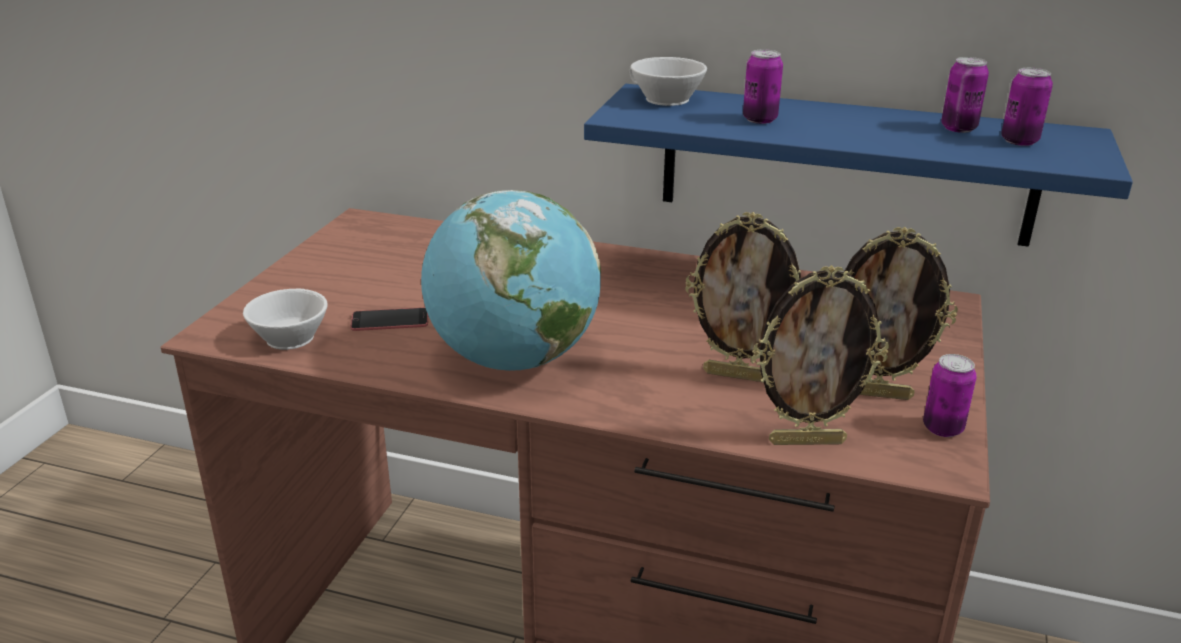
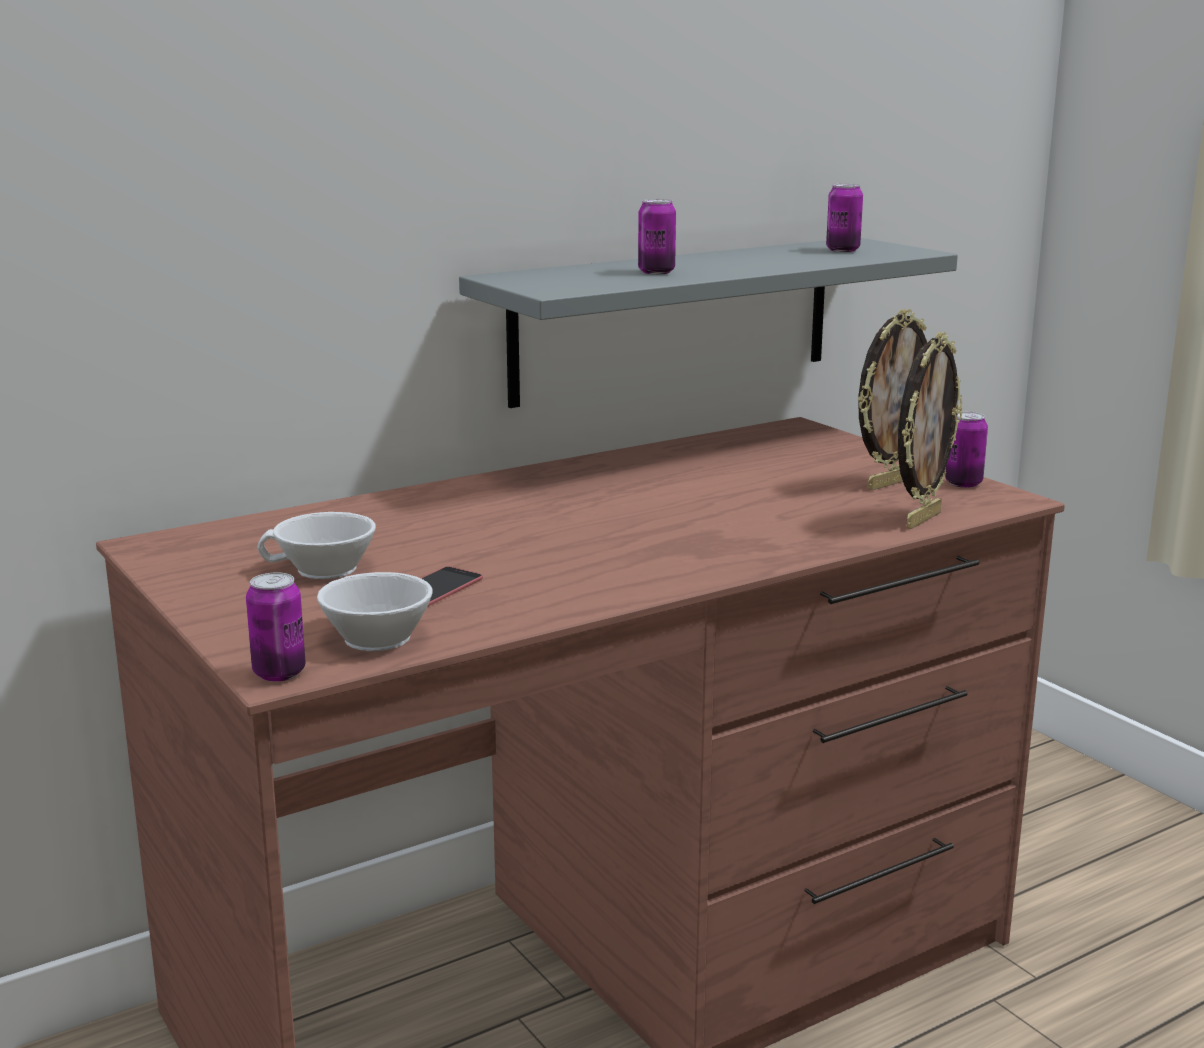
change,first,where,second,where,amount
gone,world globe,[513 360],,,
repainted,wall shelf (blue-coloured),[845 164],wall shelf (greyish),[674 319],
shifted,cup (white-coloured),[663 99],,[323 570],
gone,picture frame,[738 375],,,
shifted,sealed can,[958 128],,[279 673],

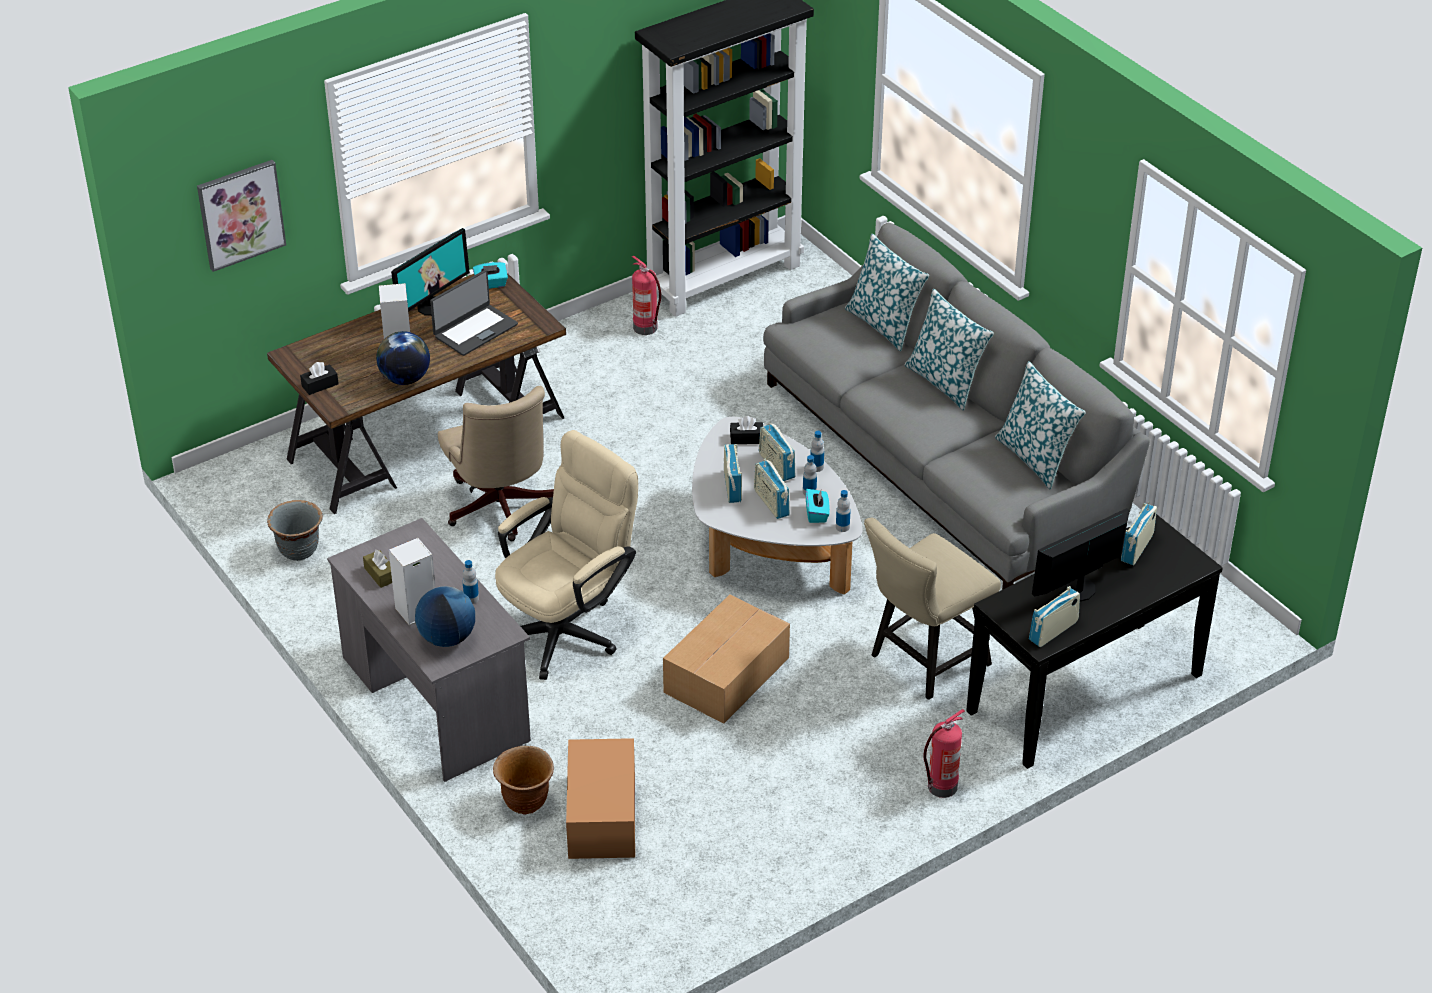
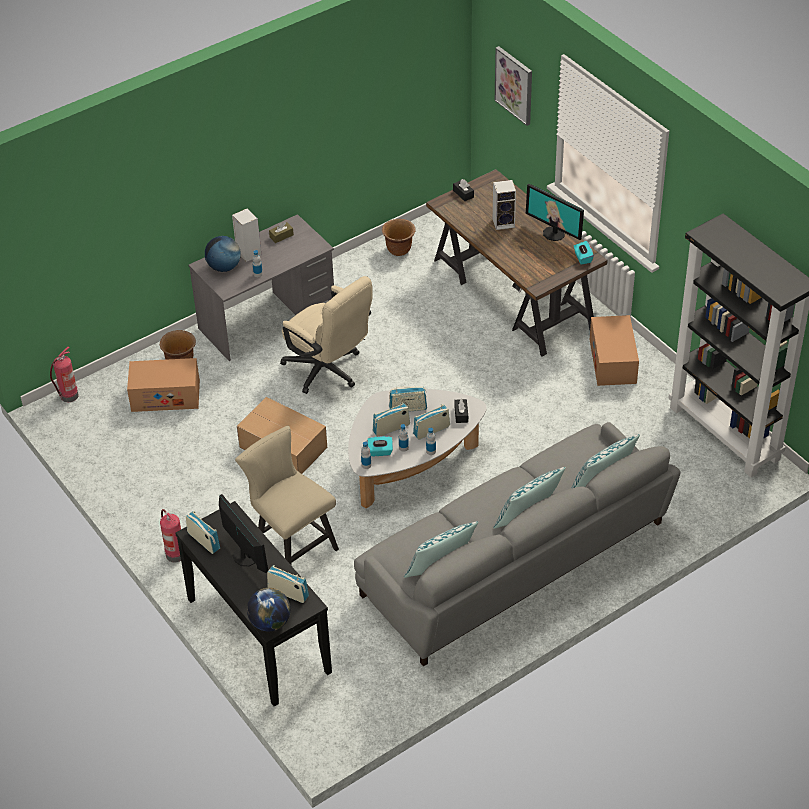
change,first,where,second,where,amount
repainted,planter (greyish),[299 550],planter (brownish),[399 250],
shifted,world globe,[405 379],,[270 622],
gone,laptop,[475 330],,,
gone,computer chair (beige-coloured),[501 511],,,
shifted,fire-fighting cylinder,[646 328],,[68 396],
new,,,packing box,[612 361],

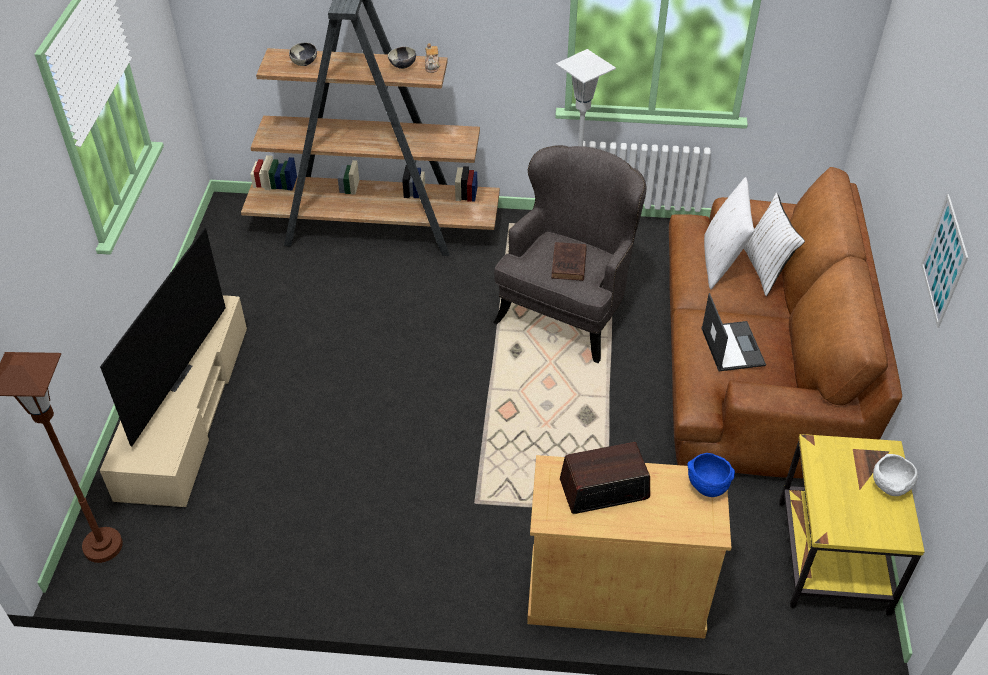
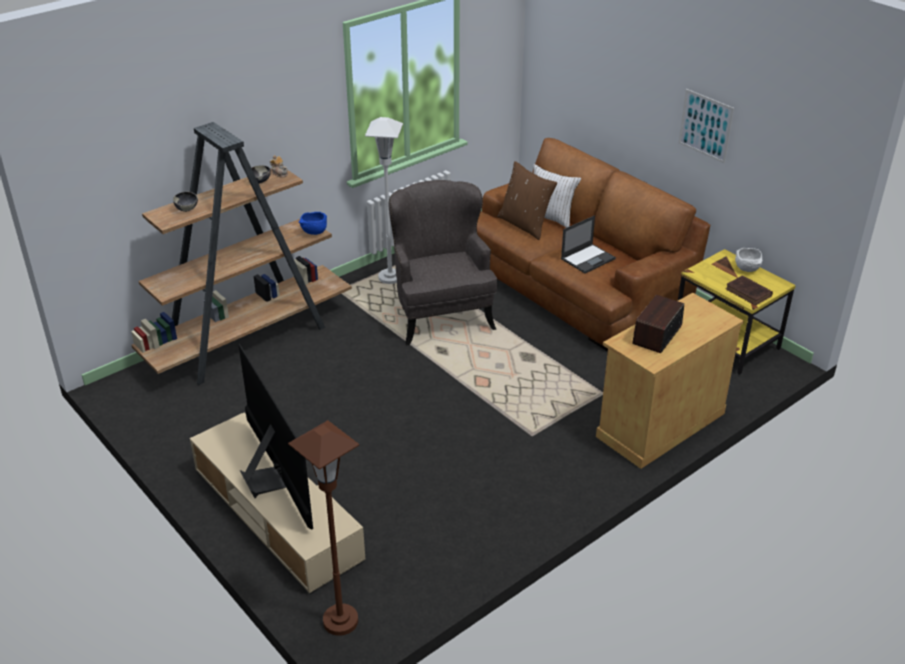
change,first,where,second,where,amount
shifted,book (brownish),[568 265],,[749 293],
shifted,bowl (blue-coloured),[706 486],,[314 232],
rotated,laptop,[732 346],,[588 258],105 degrees clockwise
repainted,pillow (white-coloured),[721 262],pillow (brownish),[525 225],

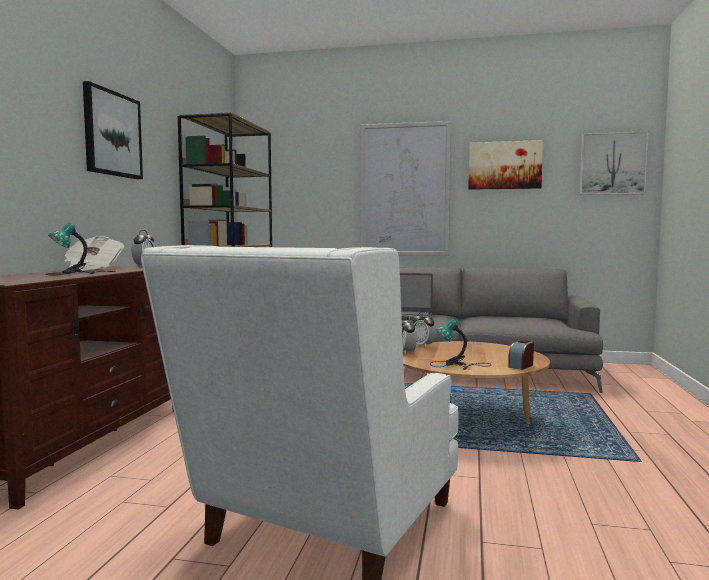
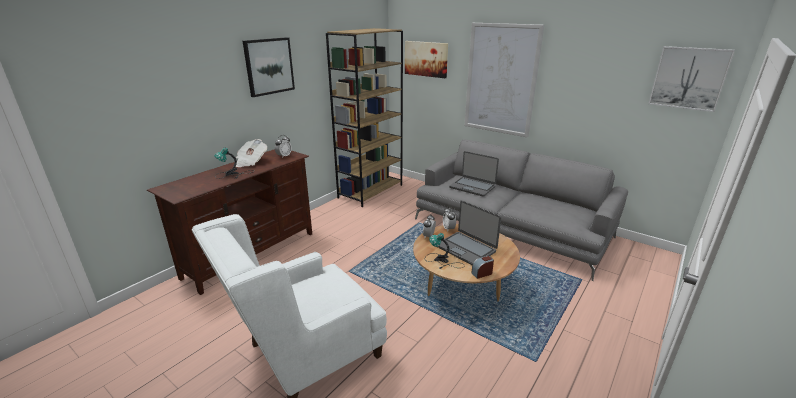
change,first,where,second,where,amount
shifted,wall art,[504 165],,[426 59],
new,,,laptop,[466 248],

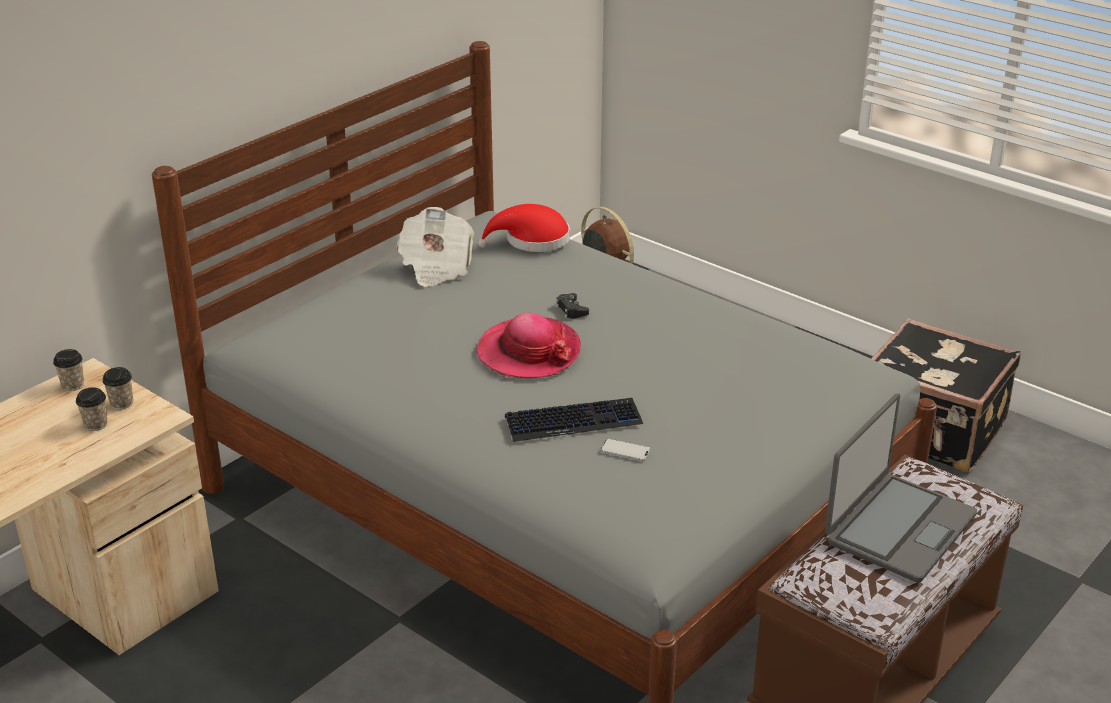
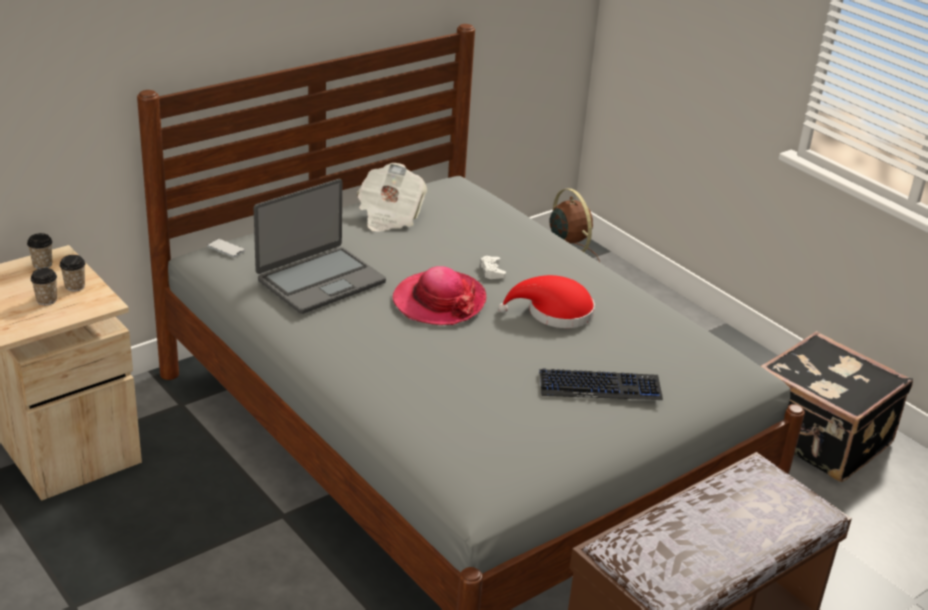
change,first,where,second,where,amount
shifted,clothing hat (reddish),[532 240],,[554 313],
shifted,keyboard,[573 421],,[600 387],
repainted,gamepad (black-coloured),[571 310],gamepad (white-coloured),[492 271],
shifted,handset,[625 451],,[226 249],
shifted,laptop,[898 528],,[320 281],

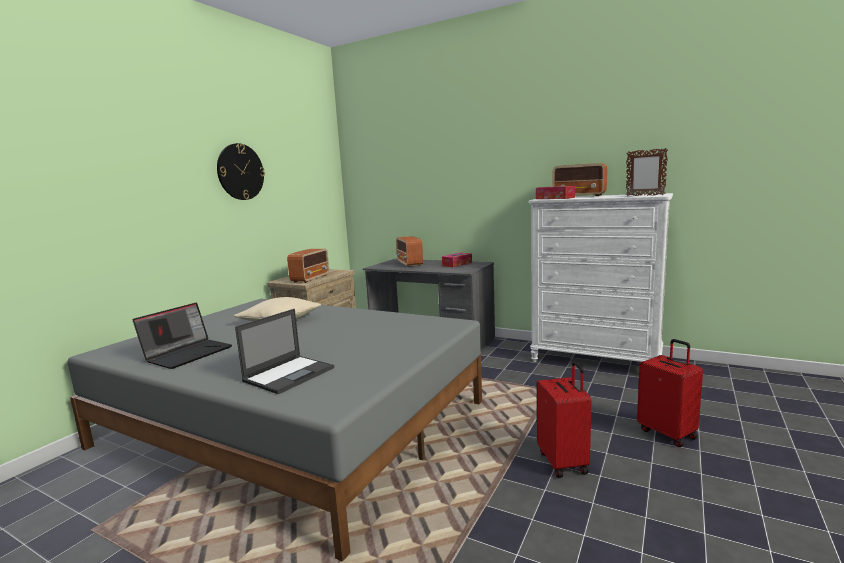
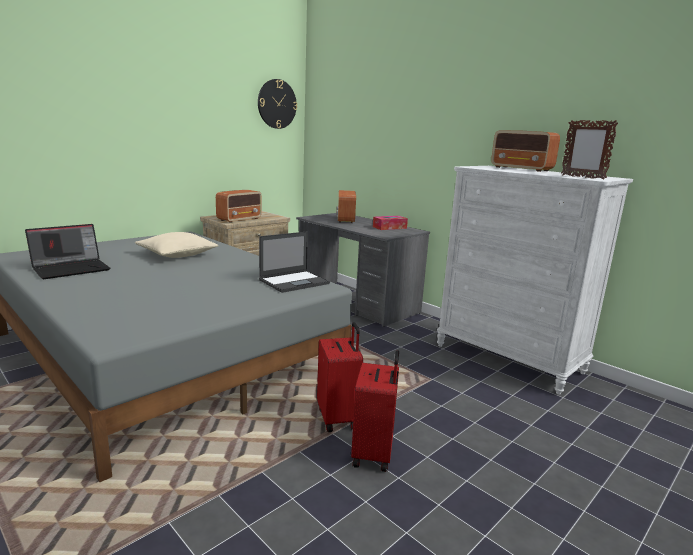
change,first,where,second,where,amount
shifted,hanging clock,[240 172],,[277 104],
shifted,laptop,[290 374],,[295 281],
gone,tissue holder,[555 198],,,
shifted,suitcase (reddish),[668 433],,[338 418],

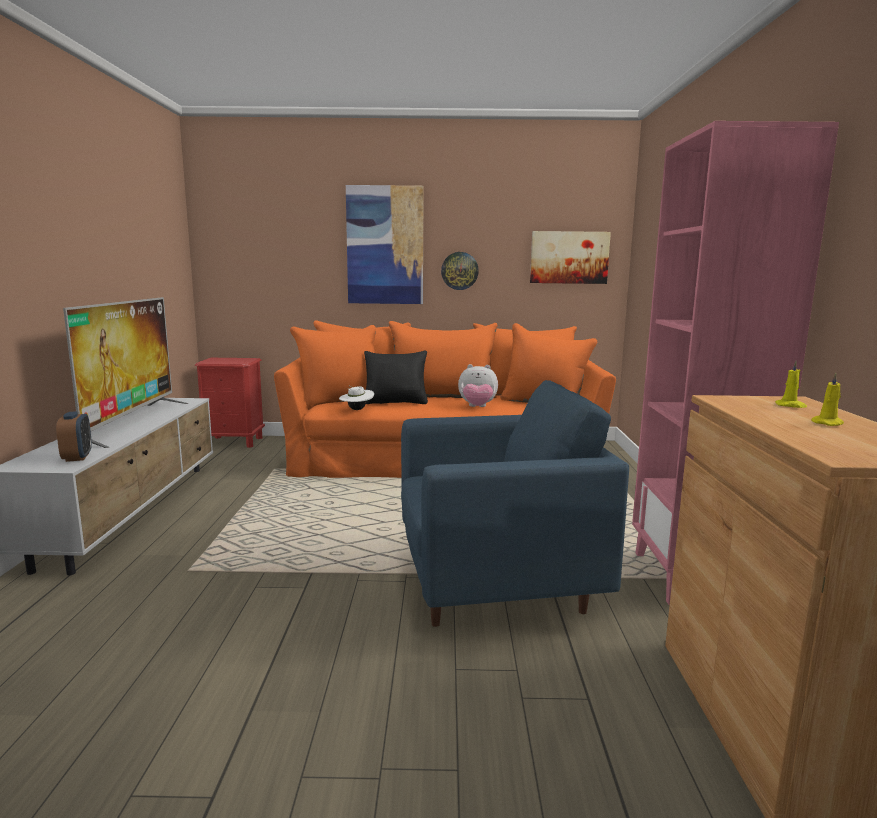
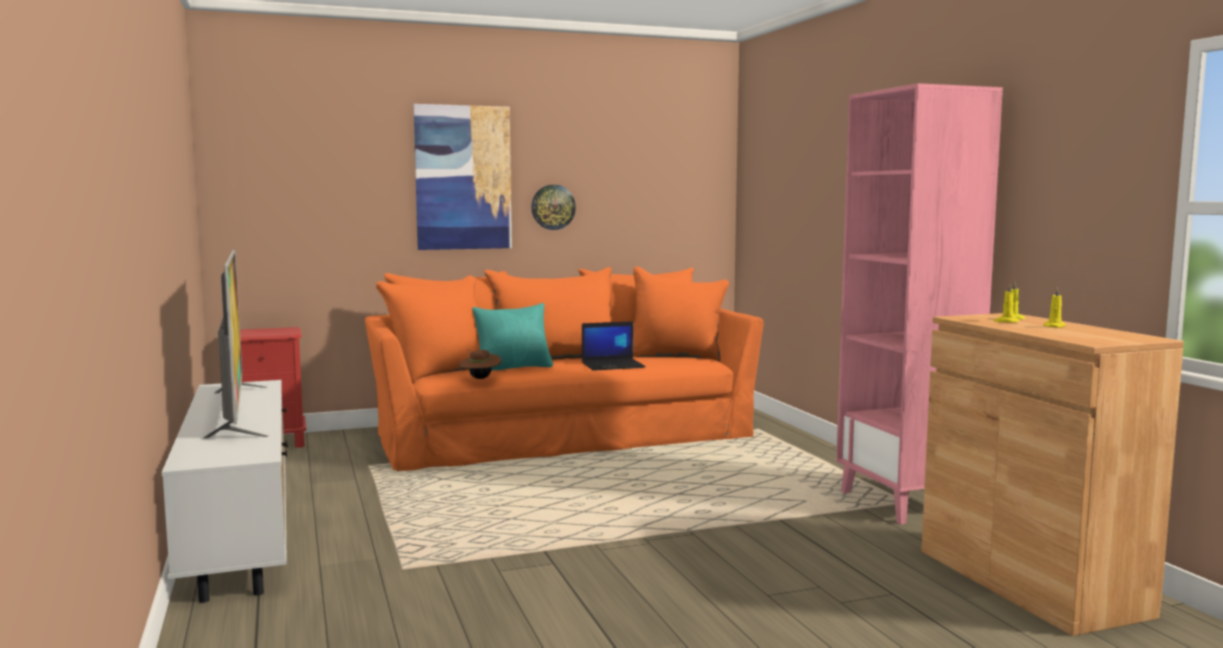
change,first,where,second,where,amount
gone,table clock,[77 457],,,
repainted,clothing hat (white-coloured),[356 409],clothing hat (brownish),[480 378],
repainted,pillow (black-coloured),[396 402],pillow (blue-green),[514 368],
gone,lounge chair (blue-coloured),[495 587],,,
swapped,plush toy,[477 407],laptop,[613 365],
gone,wall art,[569 257],,,
new,,,candle (yellow),[1006 322],

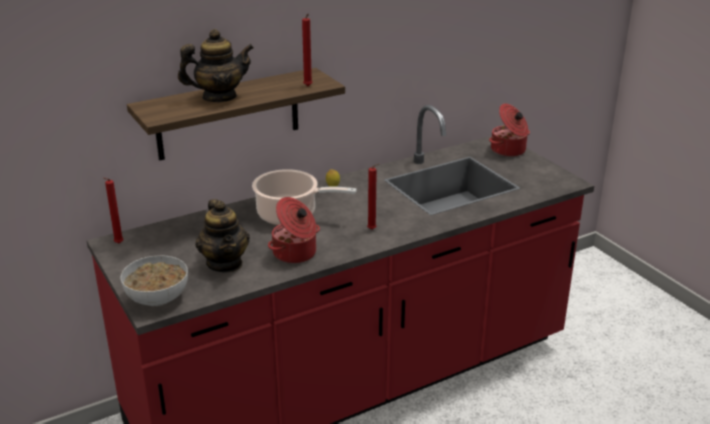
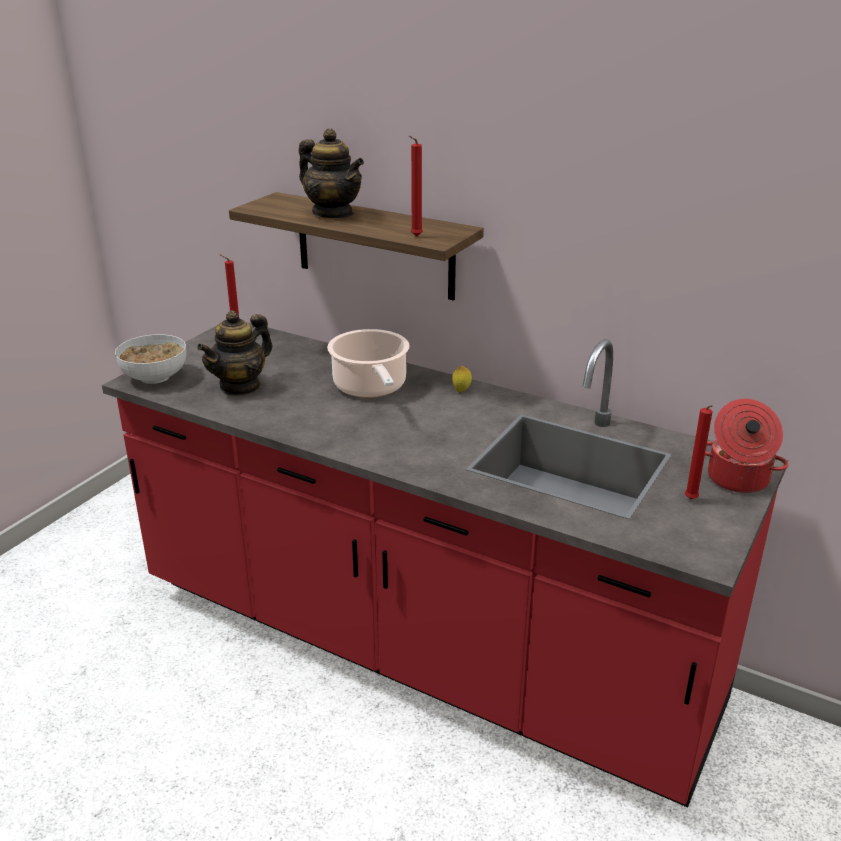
change,first,where,second,where,amount
gone,cooking pot,[295 254],,,
shifted,candle (reddish),[373 230],,[691 500],

